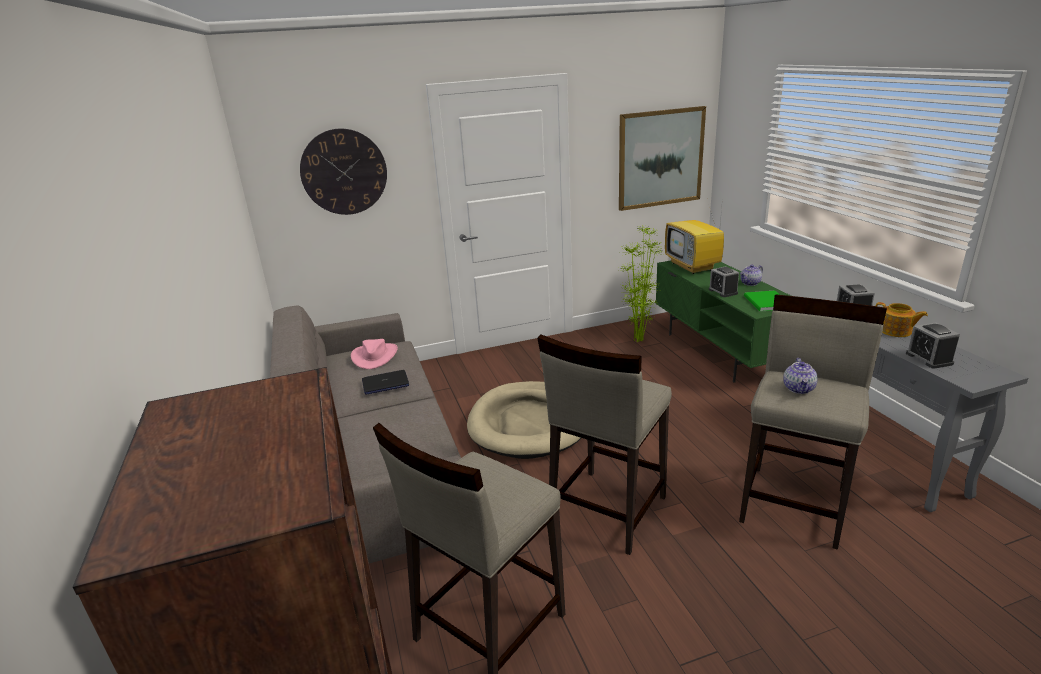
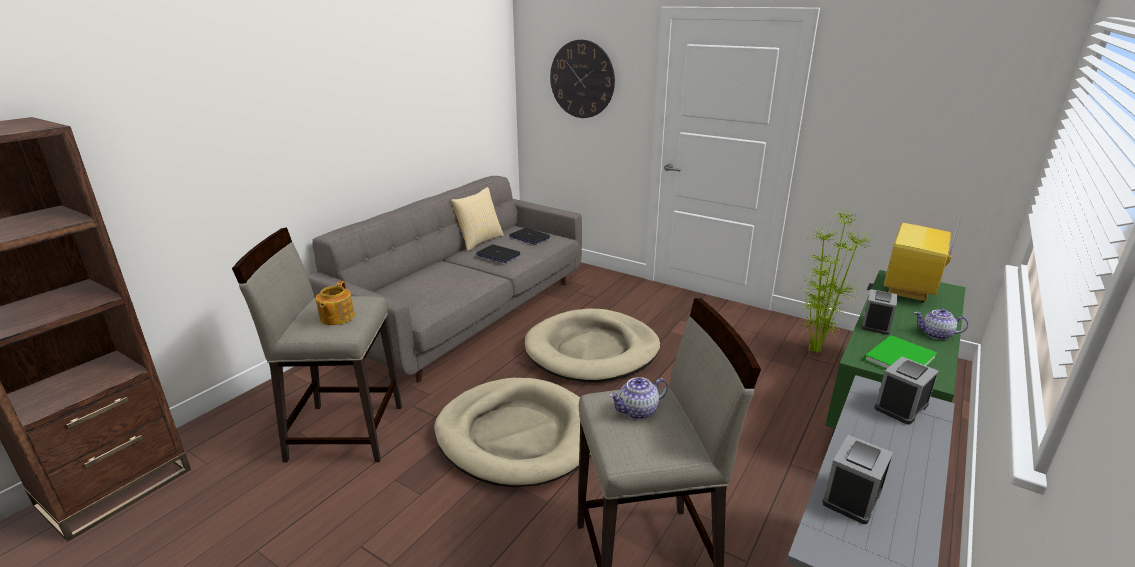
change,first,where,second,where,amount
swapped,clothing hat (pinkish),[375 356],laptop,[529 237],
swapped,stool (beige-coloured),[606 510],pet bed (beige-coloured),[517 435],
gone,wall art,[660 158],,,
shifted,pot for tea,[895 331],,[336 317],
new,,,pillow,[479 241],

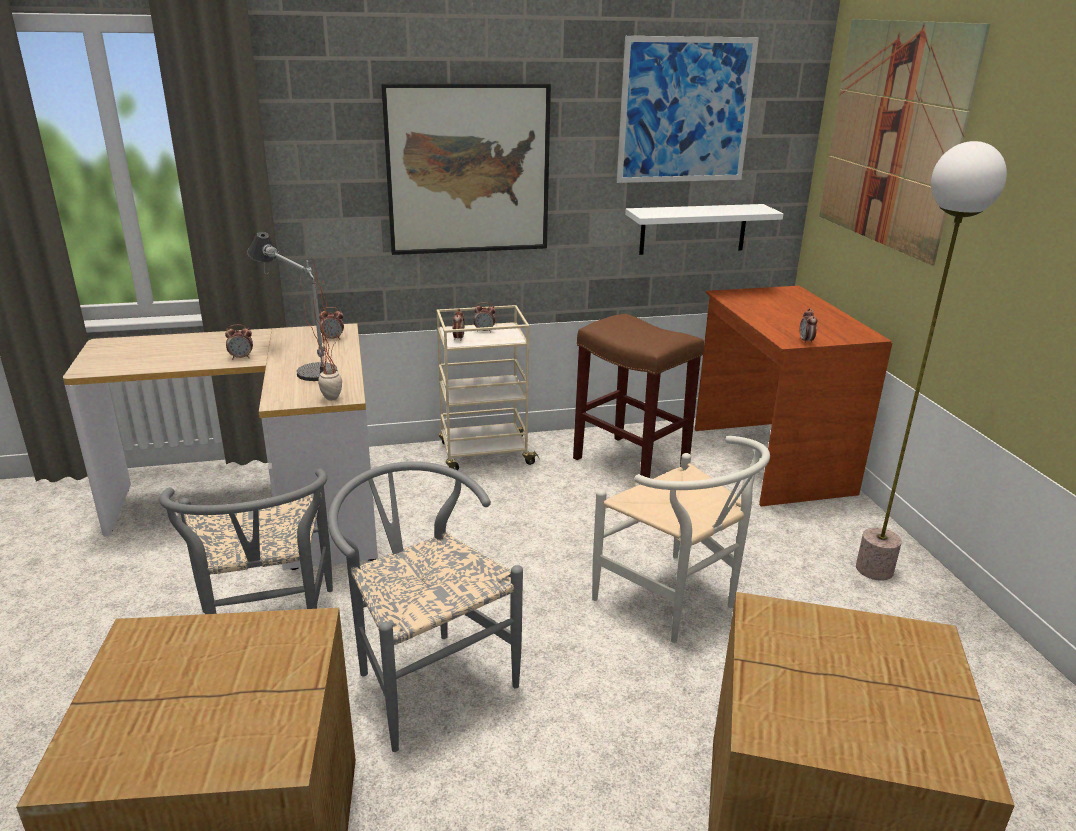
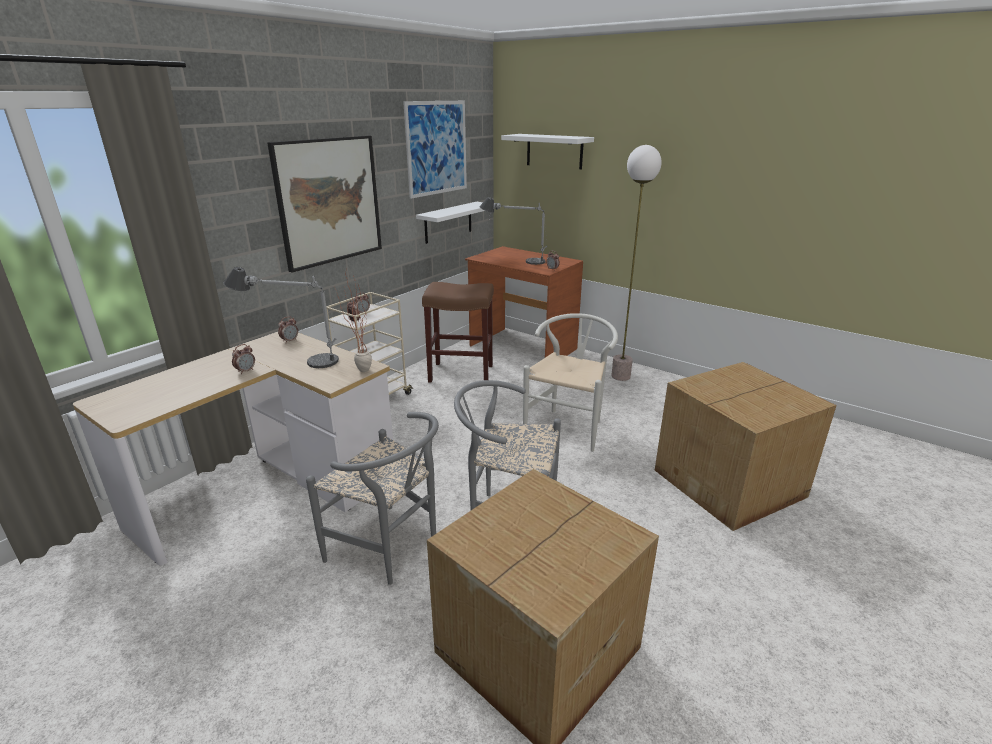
change,first,where,second,where,amount
rotated,plain chair (white-coloured),[675 604],,[568 426],75 degrees counterclockwise
swapped,wall art,[892 135],wall shelf (white-coloured),[554 151],
new,,,table lamp,[515 260],

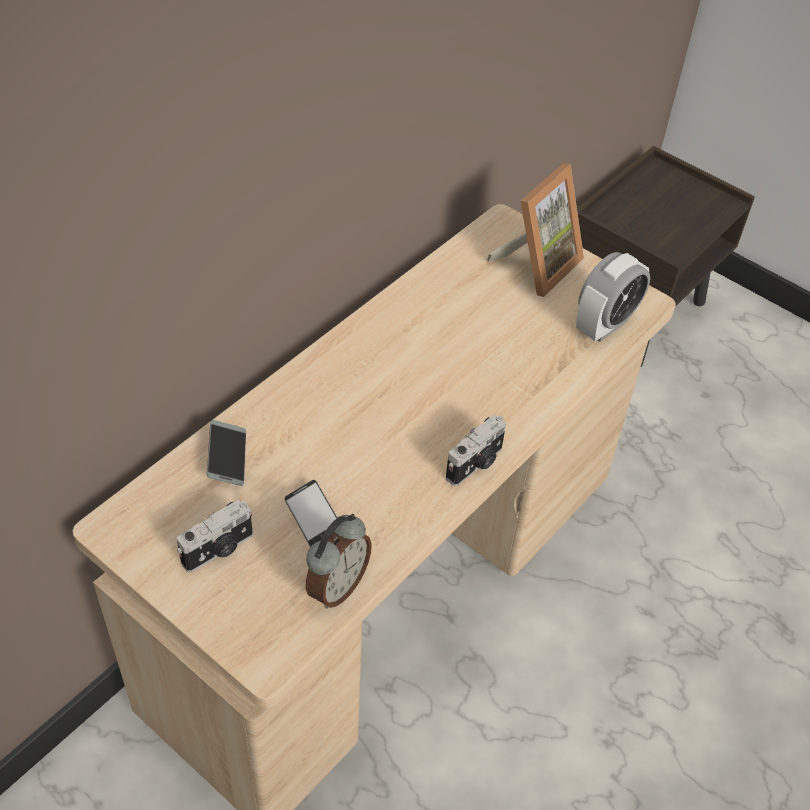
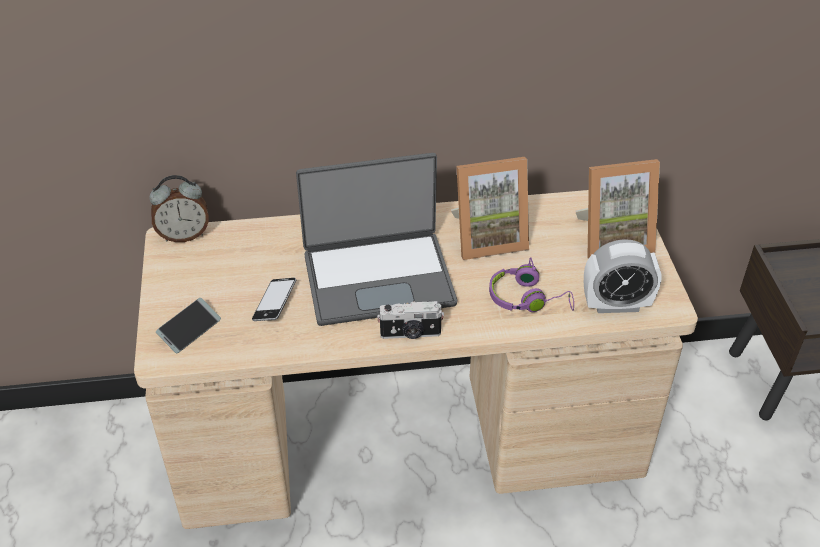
change,first,where,second,where,amount
gone,photo camera,[219 550],,,
shifted,handset,[227 457],,[189 330],
shifted,table clock,[336 586],,[184 235],
new,,,laptop,[378 277],
new,,,picture frame,[488 237],
new,,,headset (purple),[528 298],

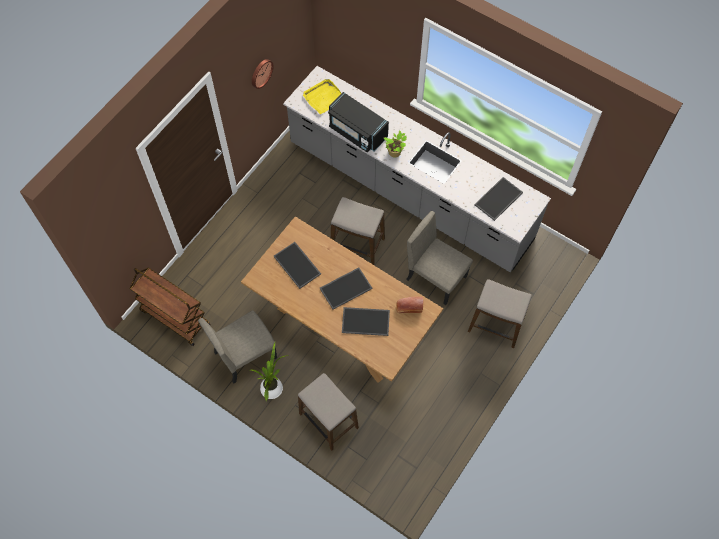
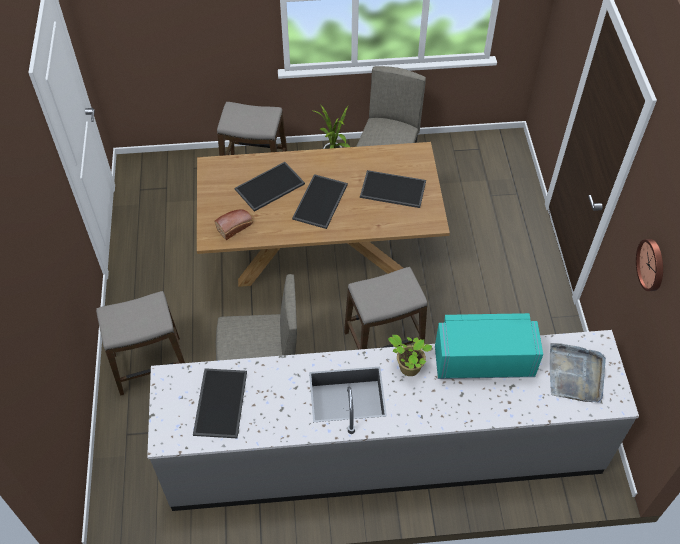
change,first,where,second,where,amount
gone,wheeled cart (brownish),[174 318],,,
repainted,carrying tray (yellow),[323 97],carrying tray (greyish),[575 374],
repainted,kitchen microwave (black-coloured),[357 131],kitchen microwave (blue-green),[483 360],

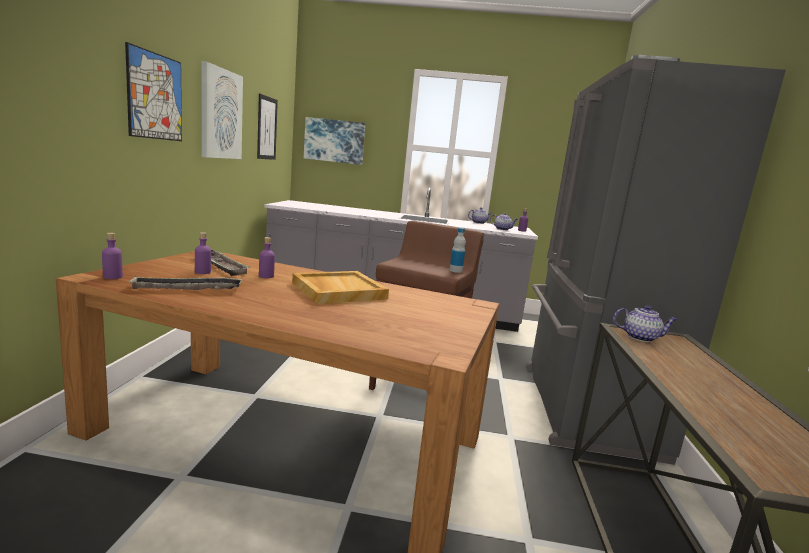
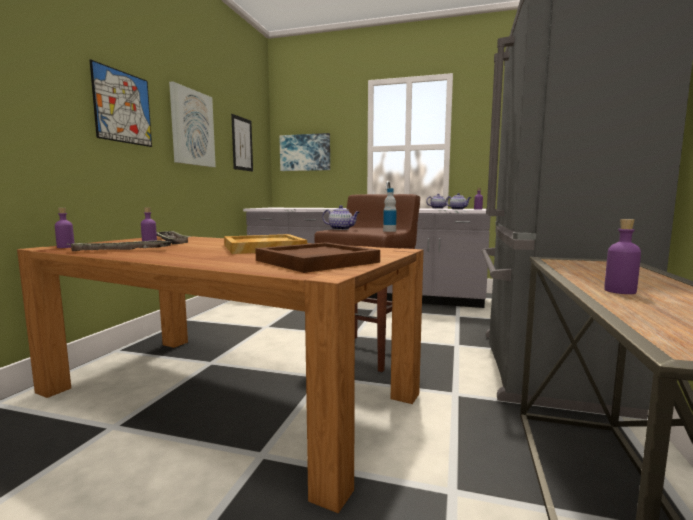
change,first,where,second,where,amount
shifted,beverage bottle (purple),[266 276],,[620 291],
shifted,pot for tea,[641 337],,[341 229],
new,,,carrying tray (brownish),[316 261],

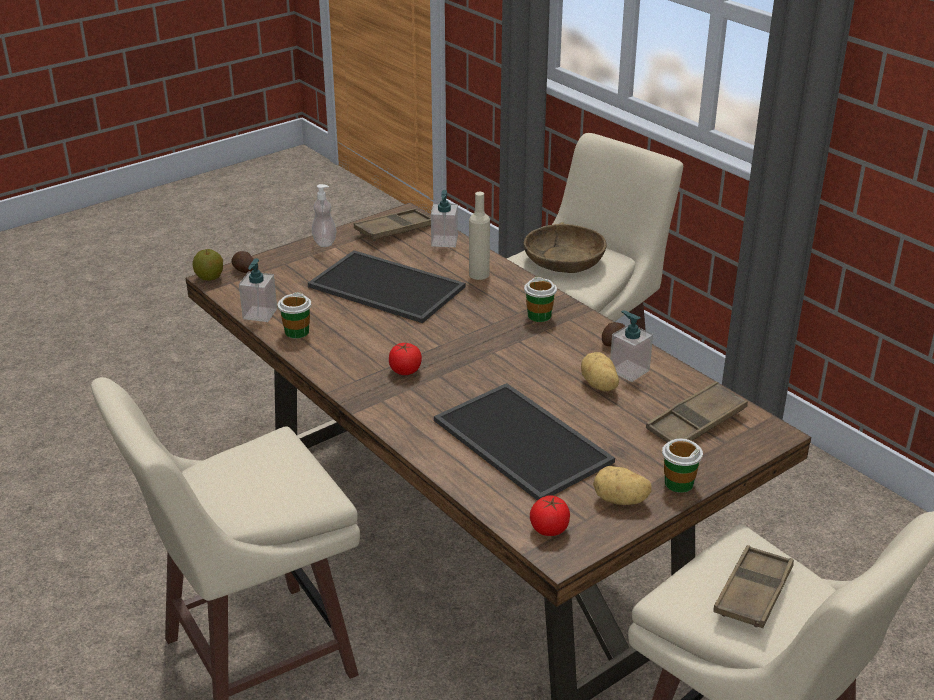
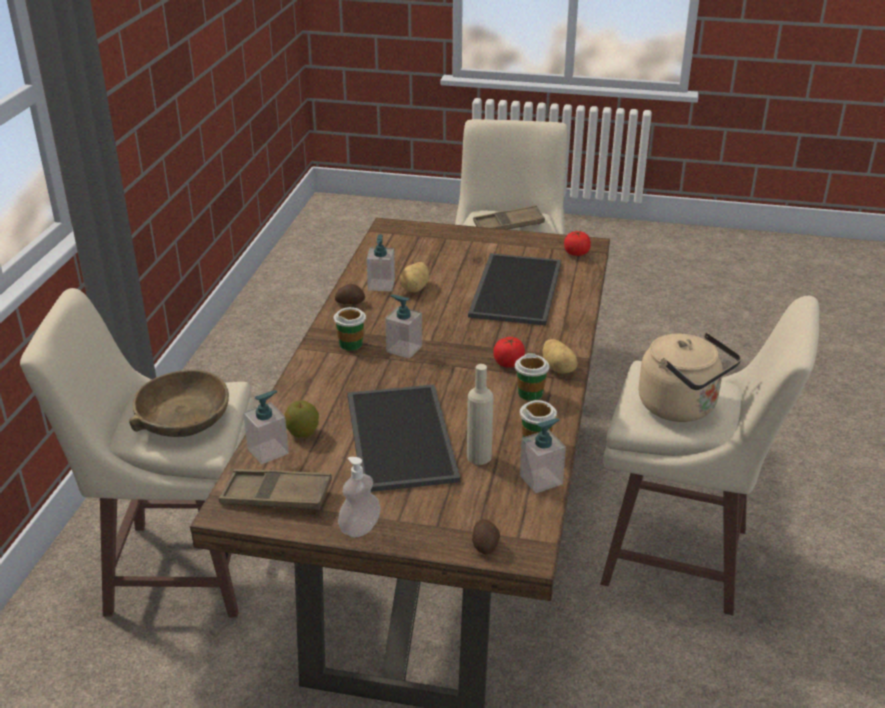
change,first,where,second,where,amount
shifted,whole apple,[209 278],,[302 433],
shifted,beverage bottle (beige-coloured),[479 274],,[479 457],
shifted,potato,[620 500],,[559 368],
gone,carrying tray (brownish),[696 422],,,
shifted,cup,[678 483],,[530 393],
new,,,soap bottle,[404 349],
new,,,kettle (beige-coloured),[682 407],

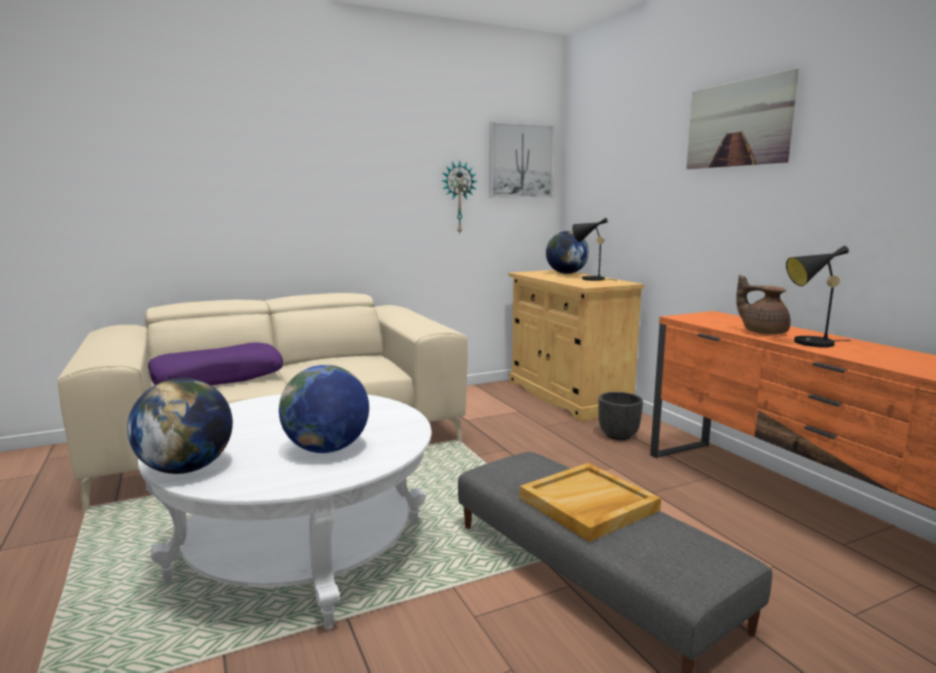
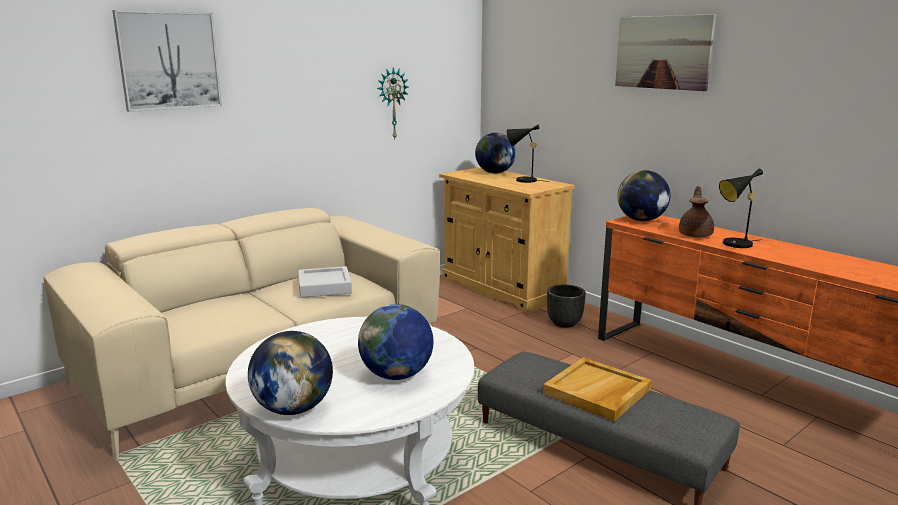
change,first,where,second,where,amount
gone,pillow (purple),[218 378],,,
shifted,wall art,[520 161],,[169 60],
rotated,pot for tea (brownish),[762 332],,[695 235],75 degrees clockwise
new,,,carrying tray (greyish),[324 287],
new,,,world globe,[641 220],

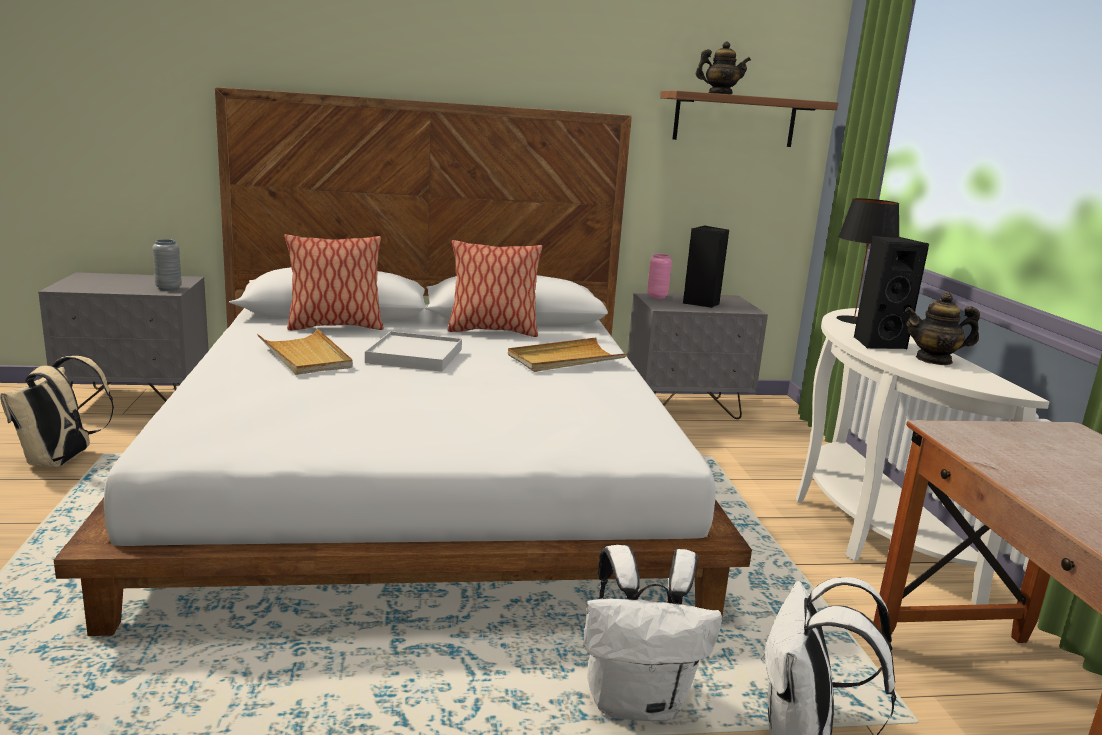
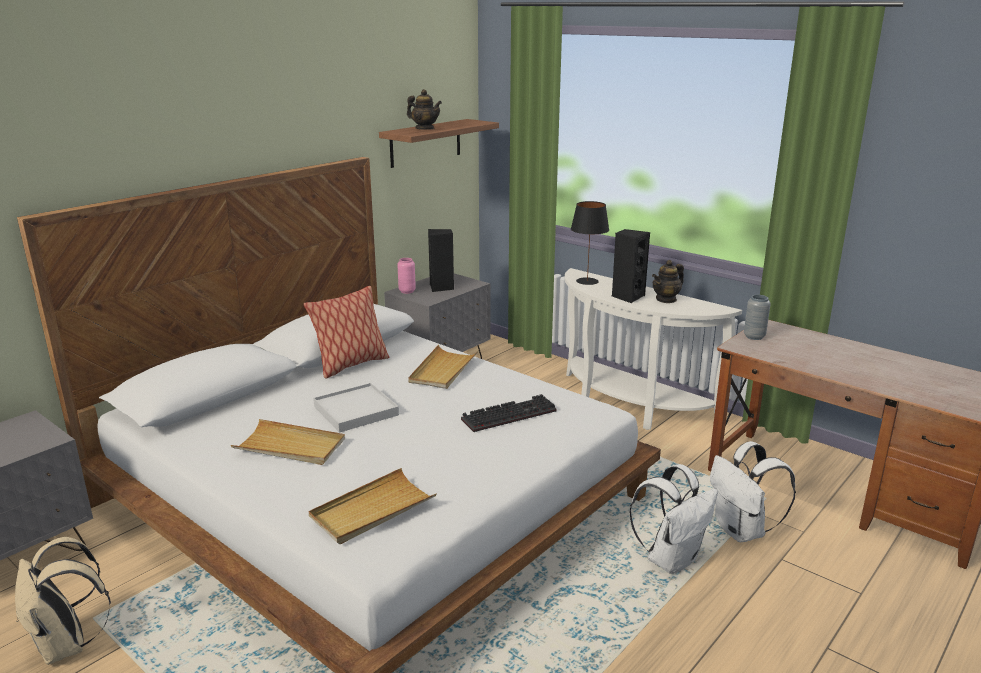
change,first,where,second,where,amount
shifted,vase (greyish),[168 288],,[754 337],
gone,pillow,[335 327],,,
rotated,pot for tea,[720 93],,[425 129],75 degrees clockwise
new,,,carrying tray (beige-coloured),[372 510],
new,,,keyboard,[509 414],

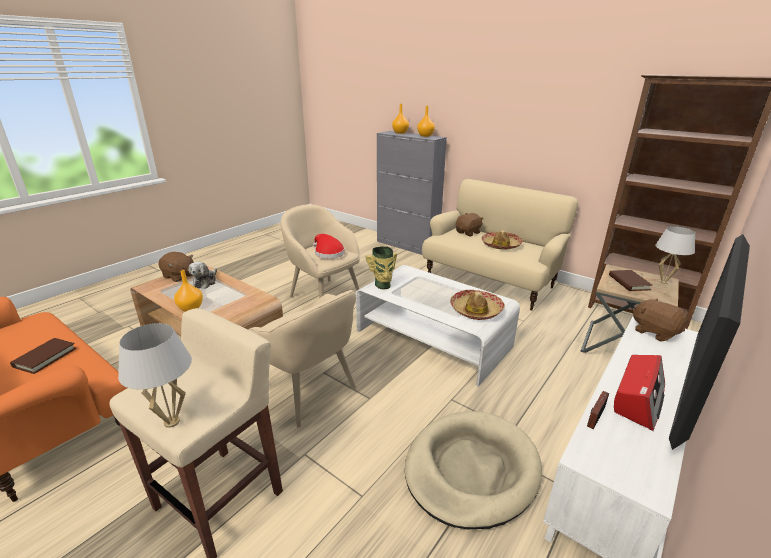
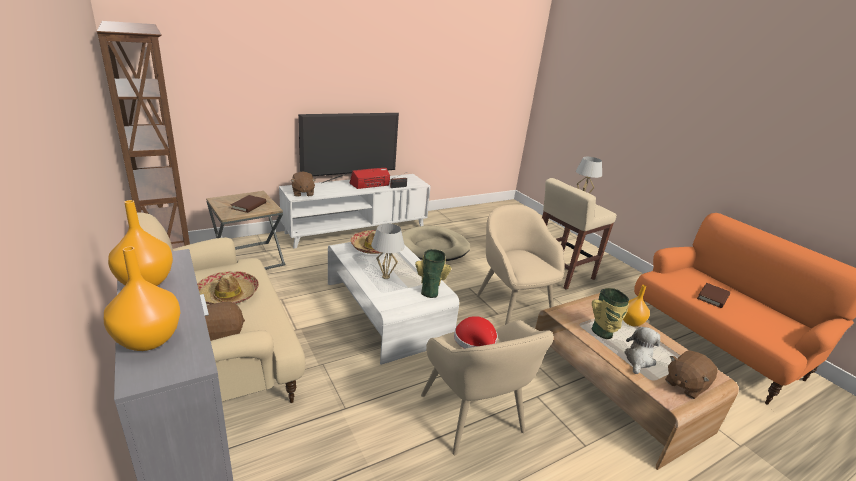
change,first,where,second,where,amount
rotated,plush toy (brownish),[179 276],,[685 384],90 degrees counterclockwise
shifted,table lamp (white-coloured),[663 282],,[386 277],
new,,,vase,[603 333],

